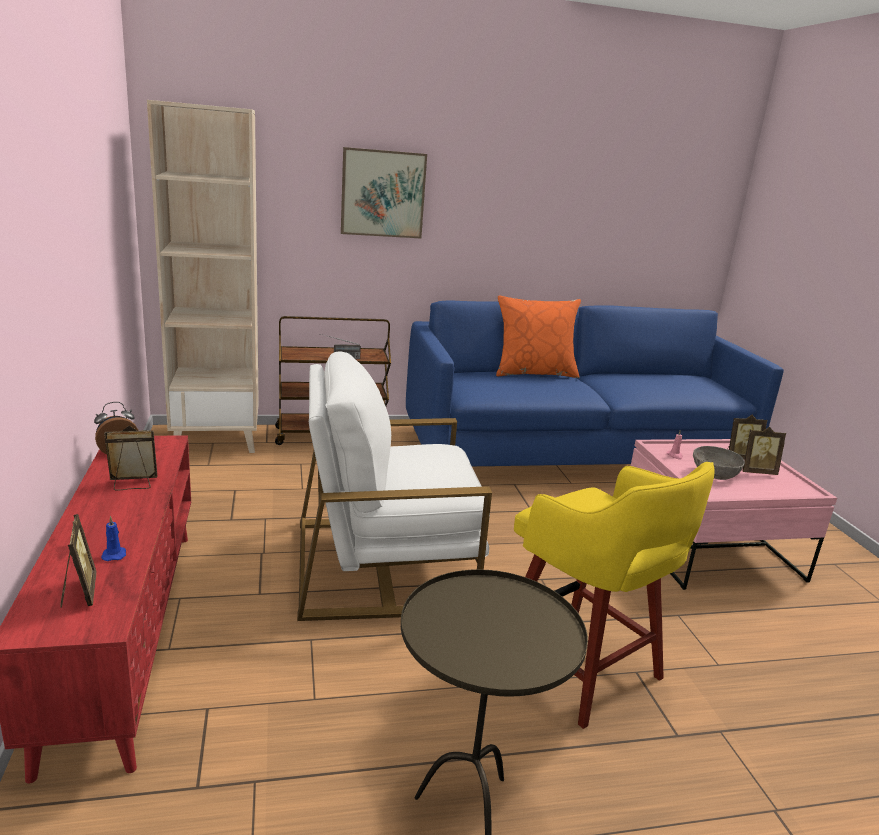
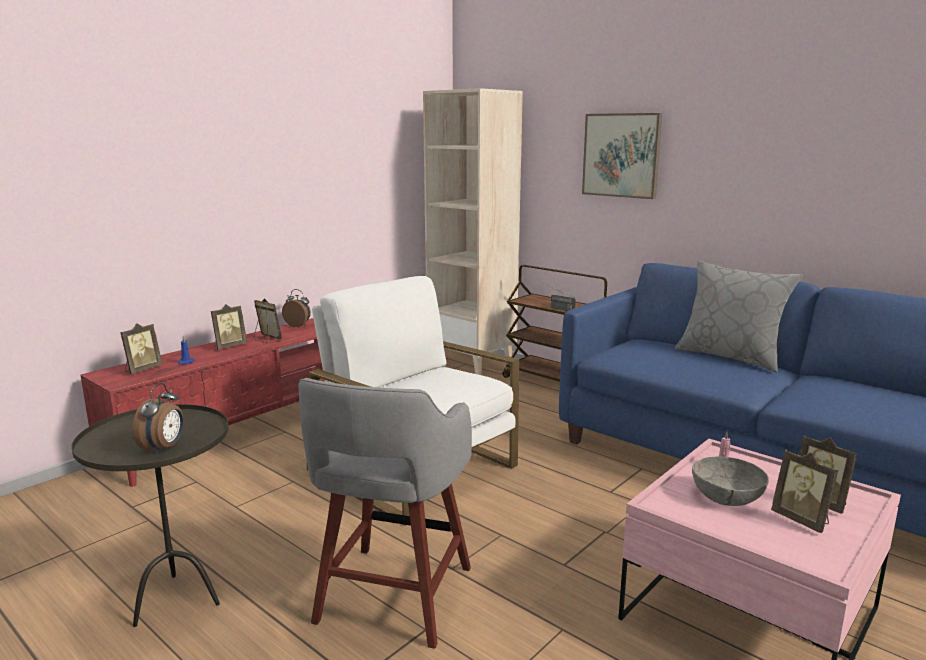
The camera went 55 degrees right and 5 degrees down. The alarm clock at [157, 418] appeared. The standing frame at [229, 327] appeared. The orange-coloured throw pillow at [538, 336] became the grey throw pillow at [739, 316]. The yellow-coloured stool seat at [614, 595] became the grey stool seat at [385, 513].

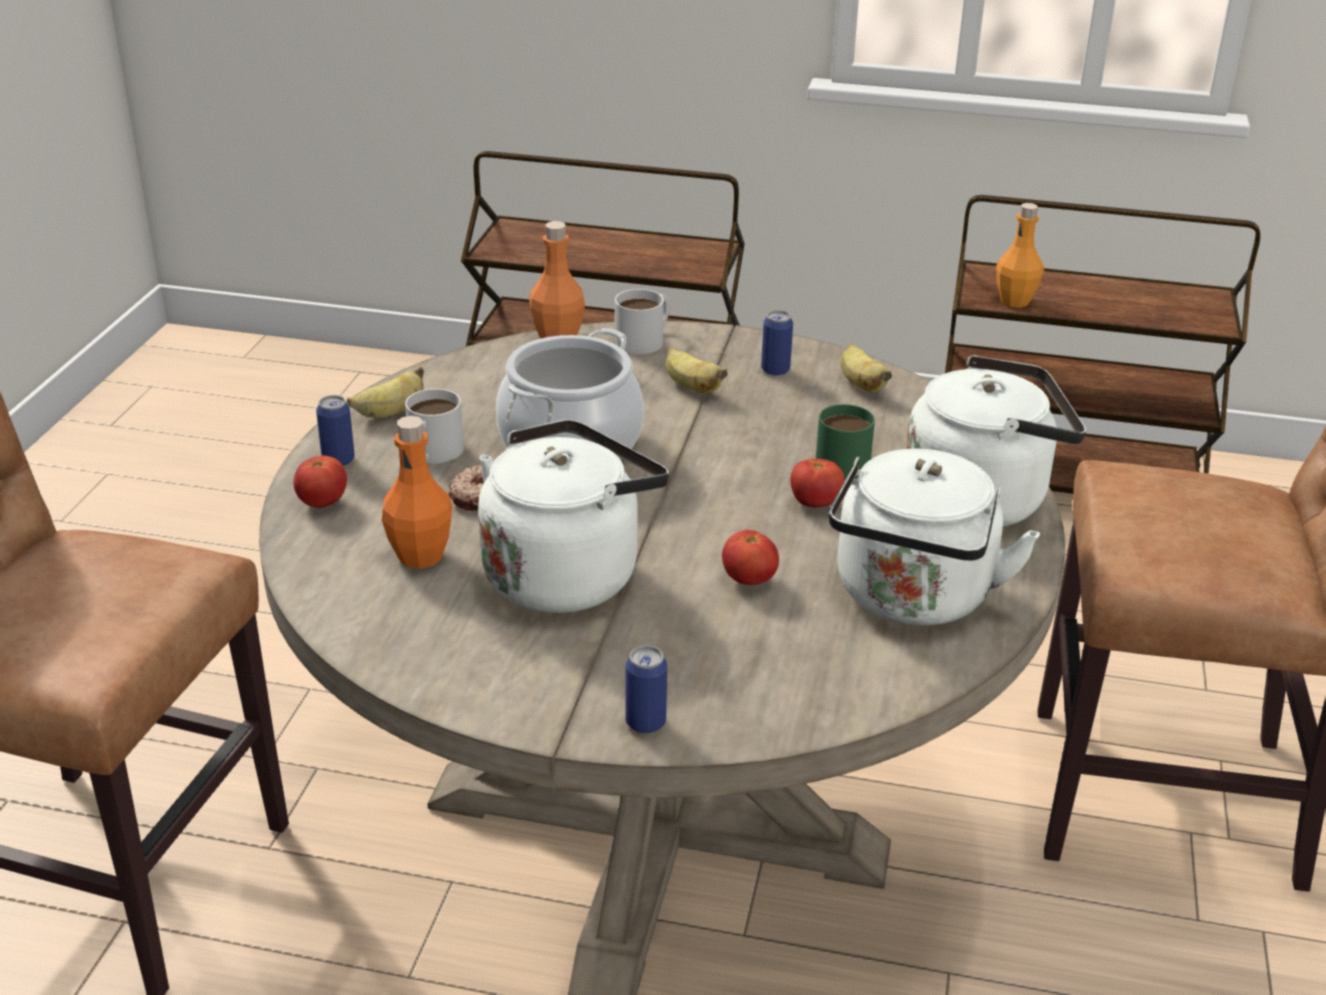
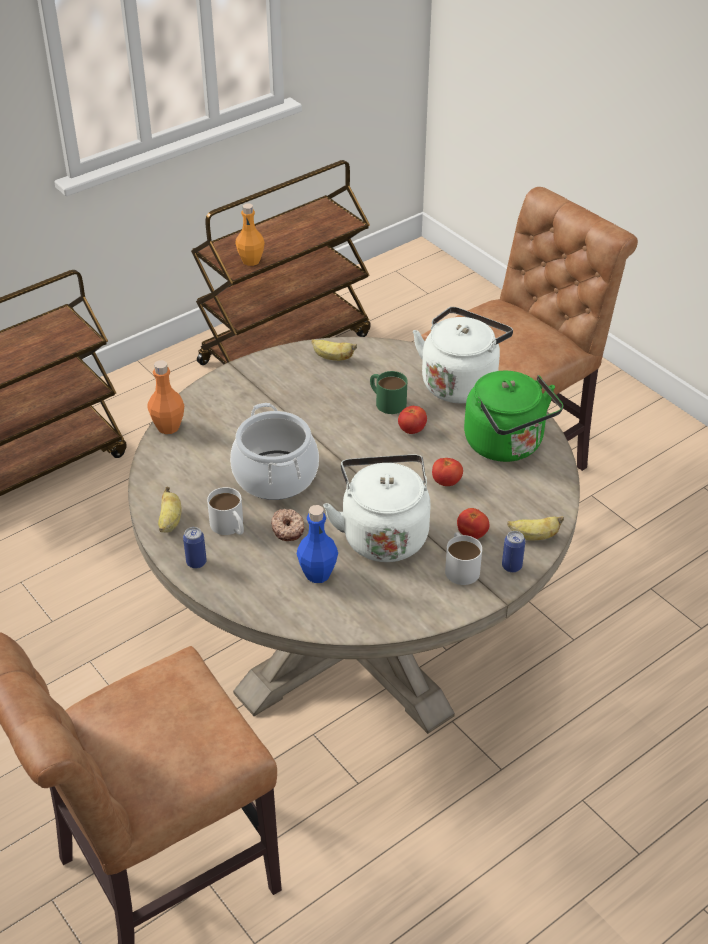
The camera went 50 degrees left and 10 degrees up. The metal can at [777, 343] disappeared. The whole tomato moved from [320, 481] to [473, 523]. The whitish tea mug moved from [642, 321] to [463, 558]. The banana moved from [697, 370] to [535, 528]. The orange-coloured drink bottle at [417, 492] became the blue drink bottle at [317, 544]. The whitish tea kettle at [934, 537] became the green-coloured tea kettle at [513, 416].

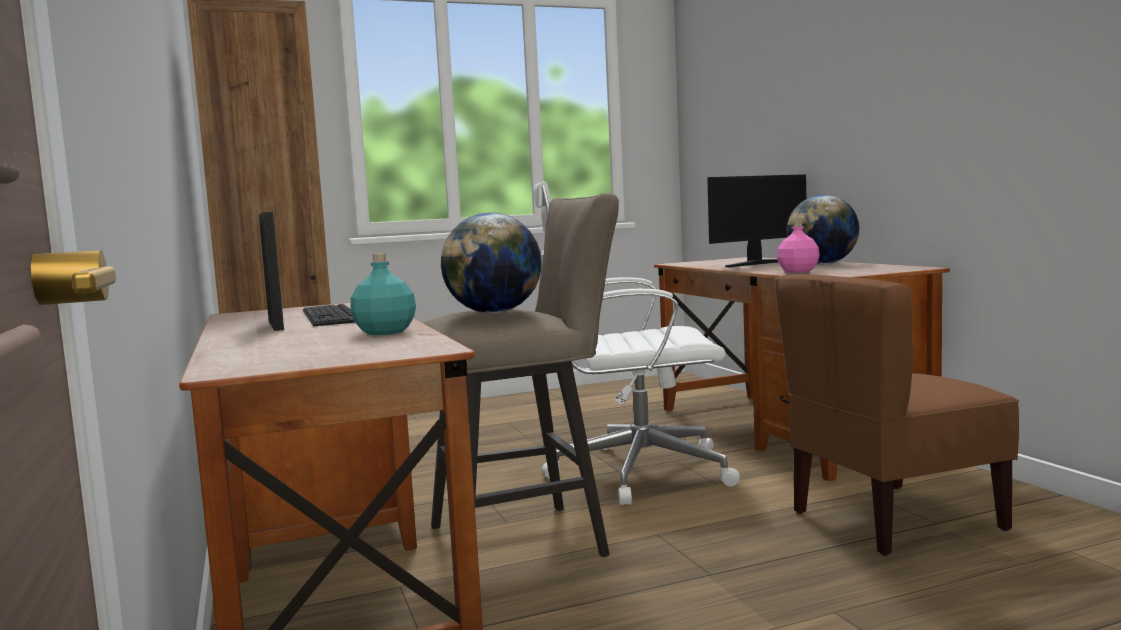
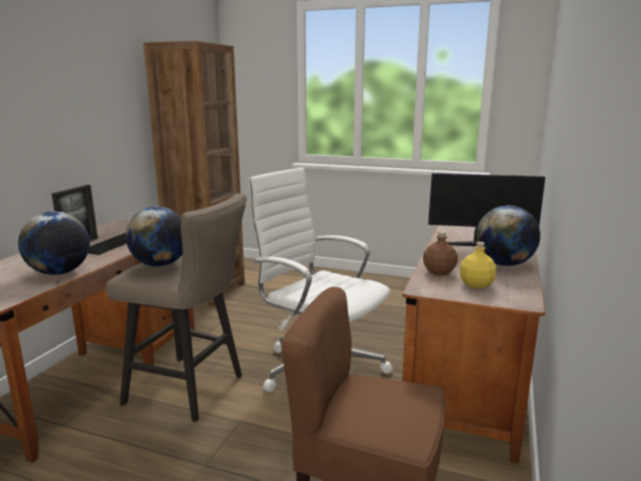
The camera went 40 degrees right and 10 degrees up. The yellow-coloured drink bottle at [478, 265] appeared. The turquoise drink bottle at [383, 294] was replaced by the world globe at [54, 243]. The pink drink bottle at [798, 247] became the brownish drink bottle at [440, 253].

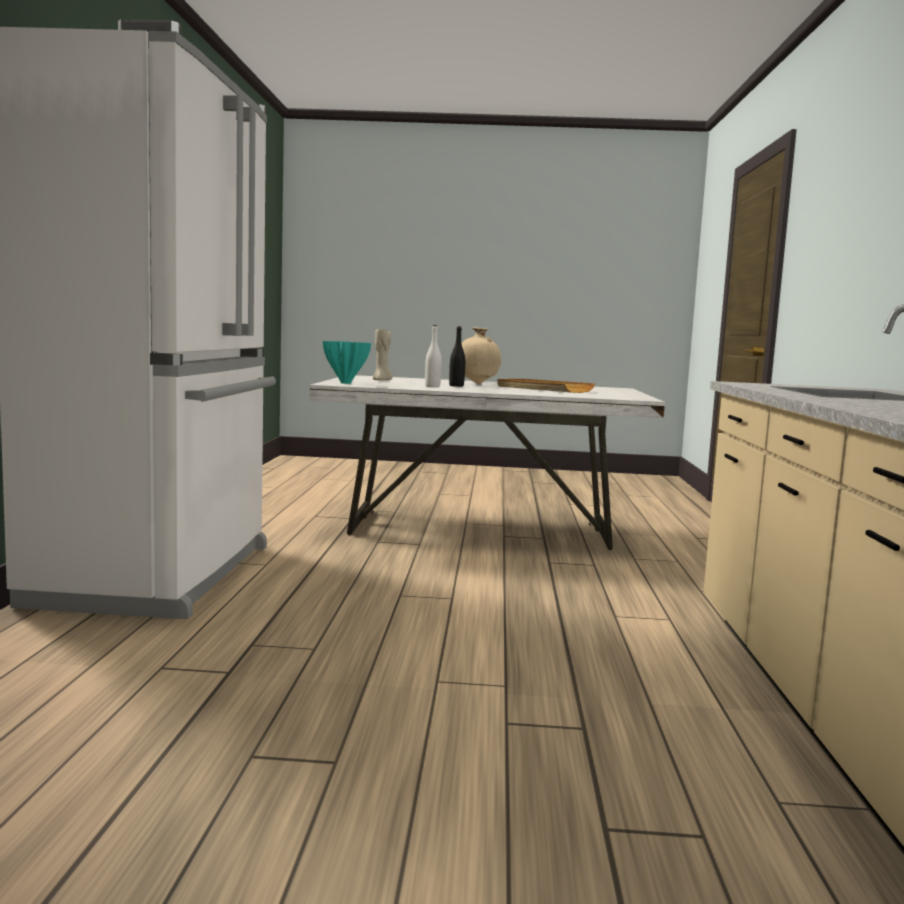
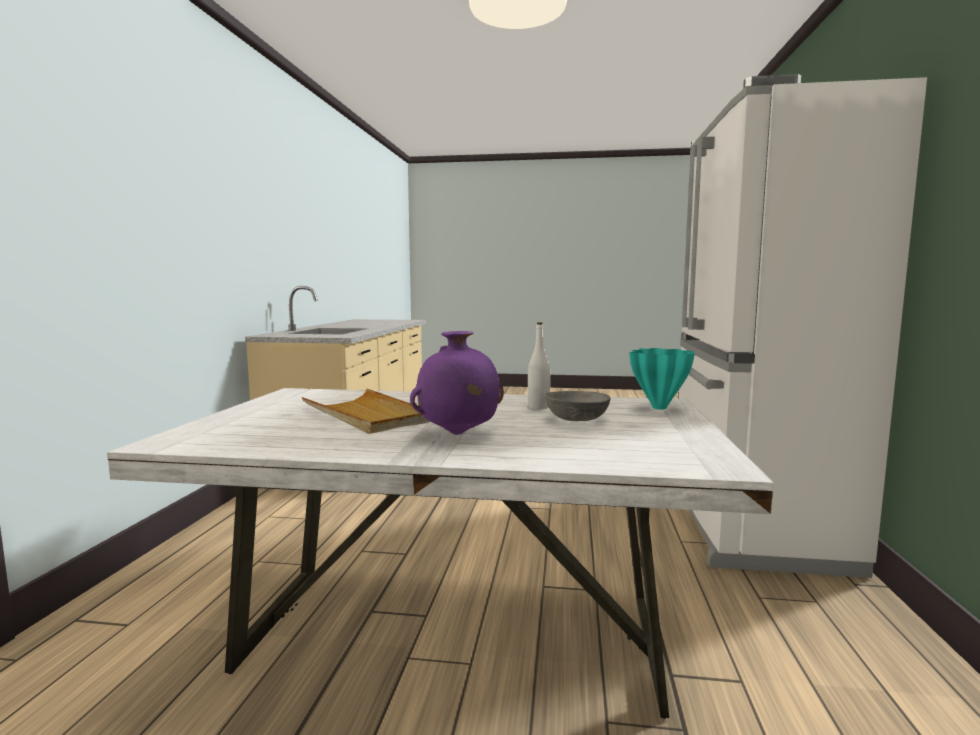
The camera went 175 degrees left and 0 degrees up. The beige-coloured wax light at [383, 354] disappeared. The blackish drink bottle at [457, 356] disappeared. The grey bowl at [577, 406] appeared. The beige-coloured decorative vase at [481, 355] became the purple decorative vase at [457, 383].

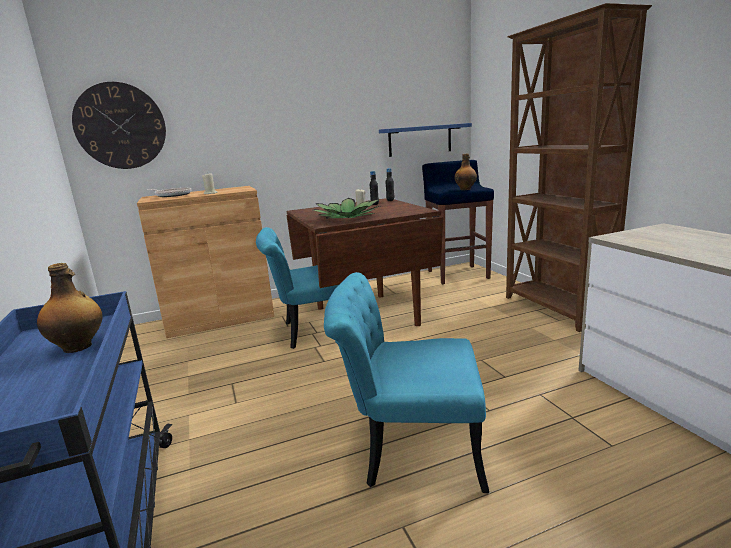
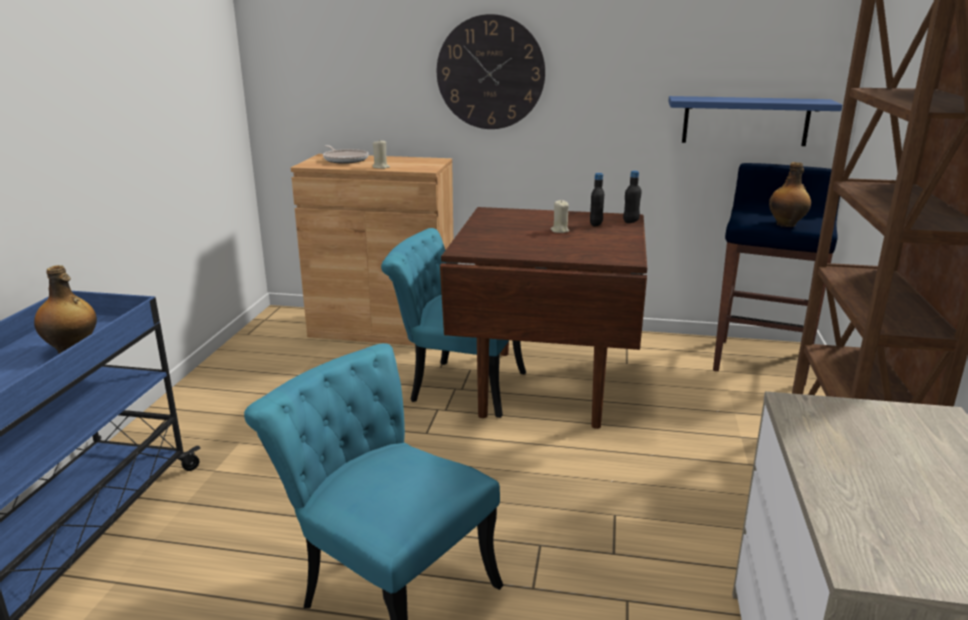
The camera went 30 degrees right and 5 degrees up. The houseplant at [346, 208] disappeared. The clock on the wall moved from [119, 125] to [491, 71].

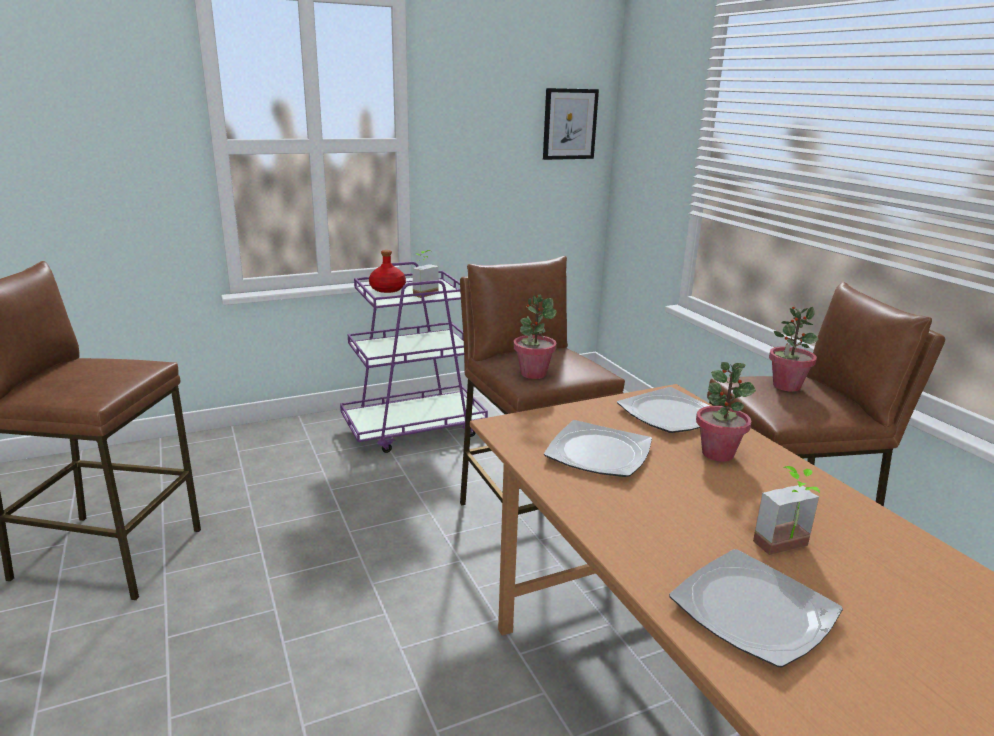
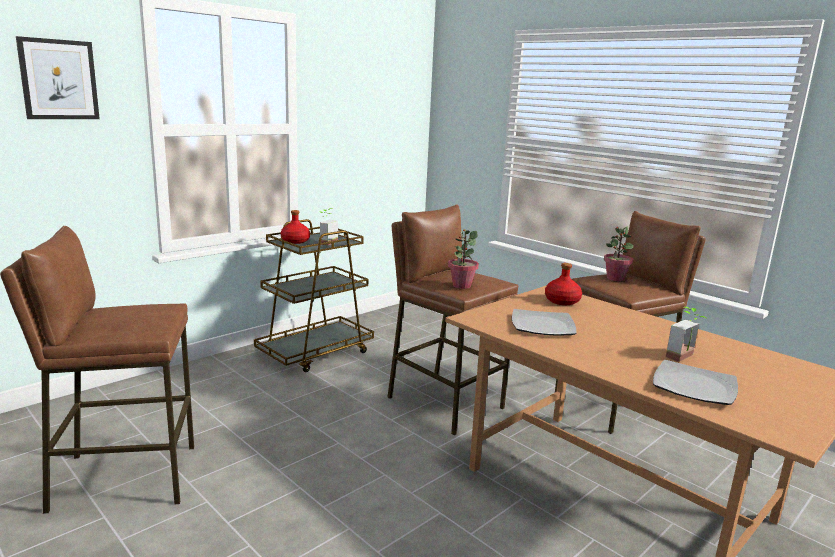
The camera went 20 degrees left and 5 degrees down. The houseplant at [726, 412] disappeared. The wall art moved from [571, 124] to [58, 77]. The plate at [663, 410] was replaced by the red drink bottle at [563, 284]. The purple wheeled cart at [414, 357] became the brownish wheeled cart at [314, 295].

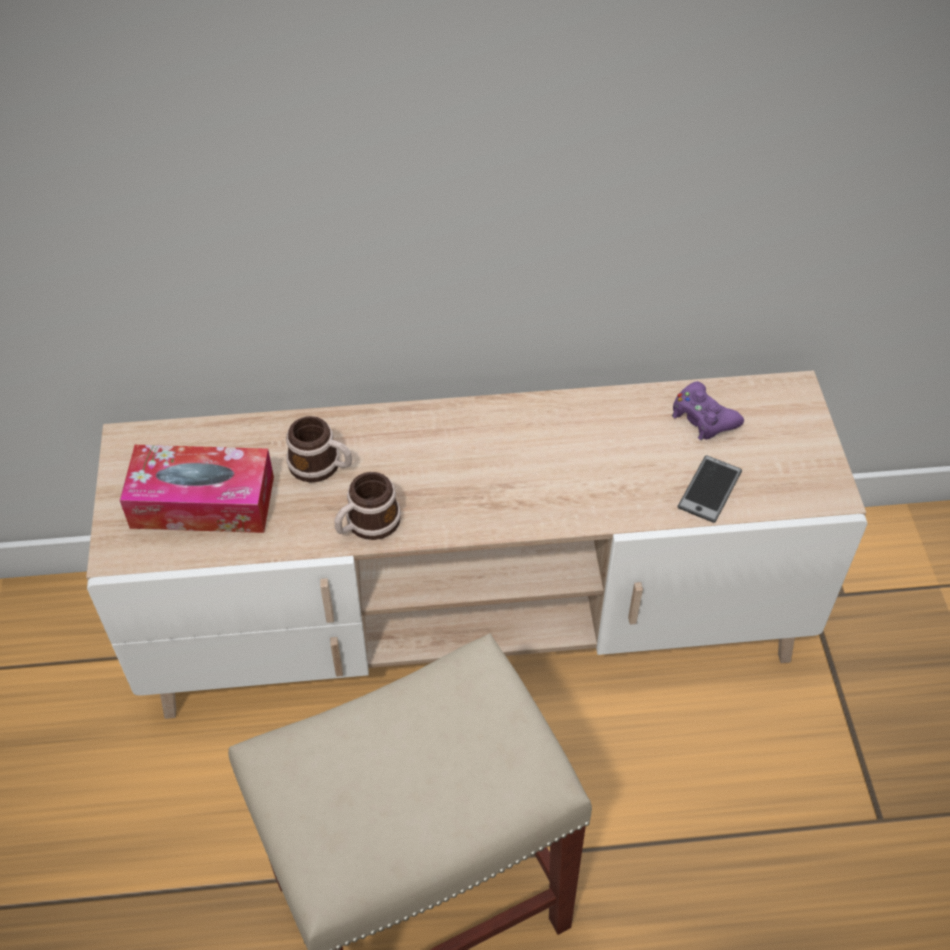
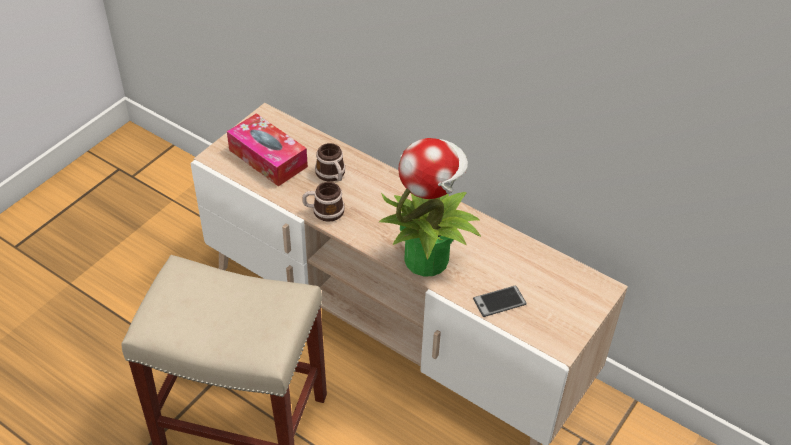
The camera went 40 degrees right and 5 degrees down. The purple joypad at [708, 410] disappeared. The houseplant at [430, 207] appeared.

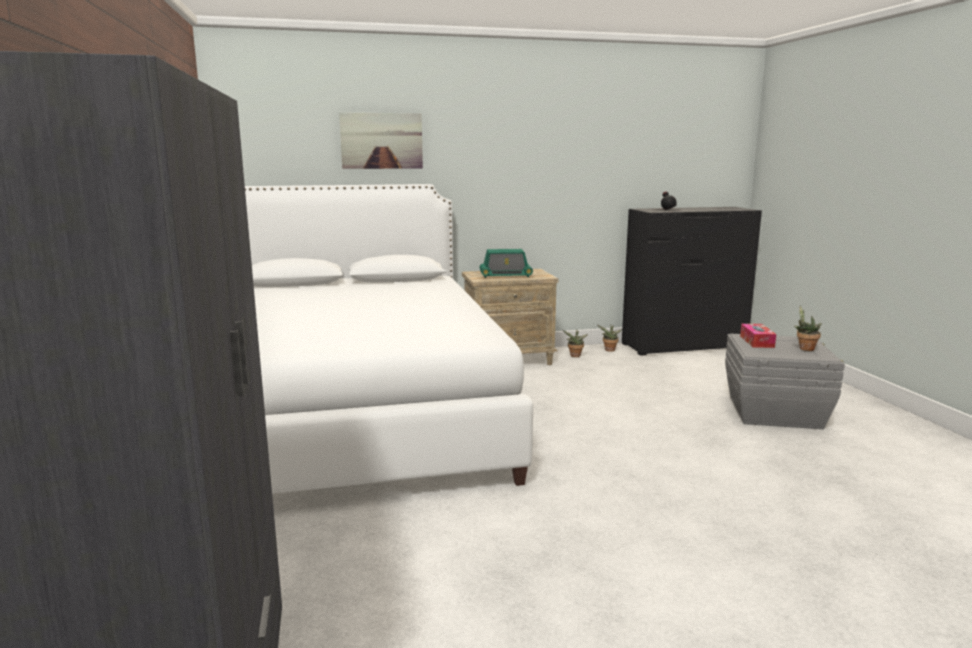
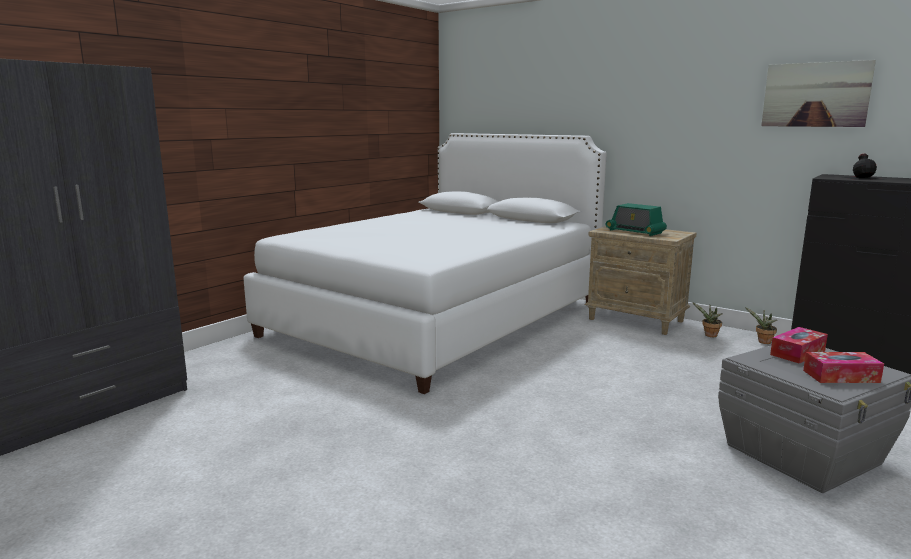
The camera went 50 degrees right and 0 degrees up. The wall art moved from [381, 140] to [818, 93]. The houseplant at [808, 328] was replaced by the box of tissues at [843, 367].

